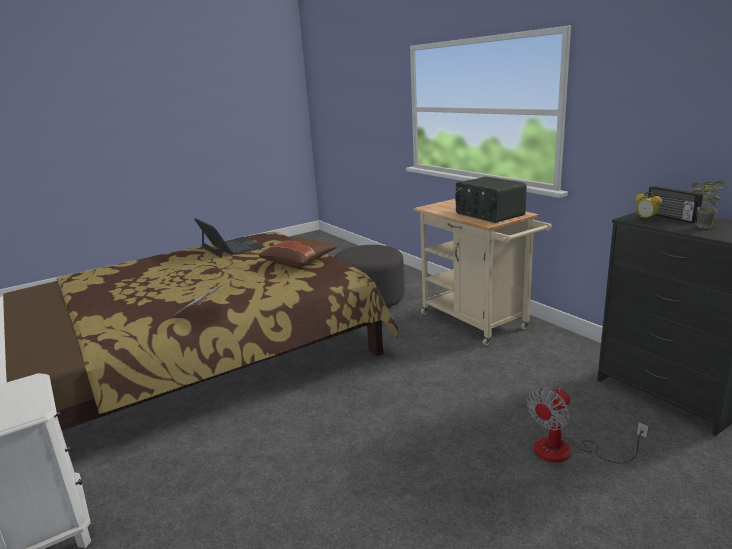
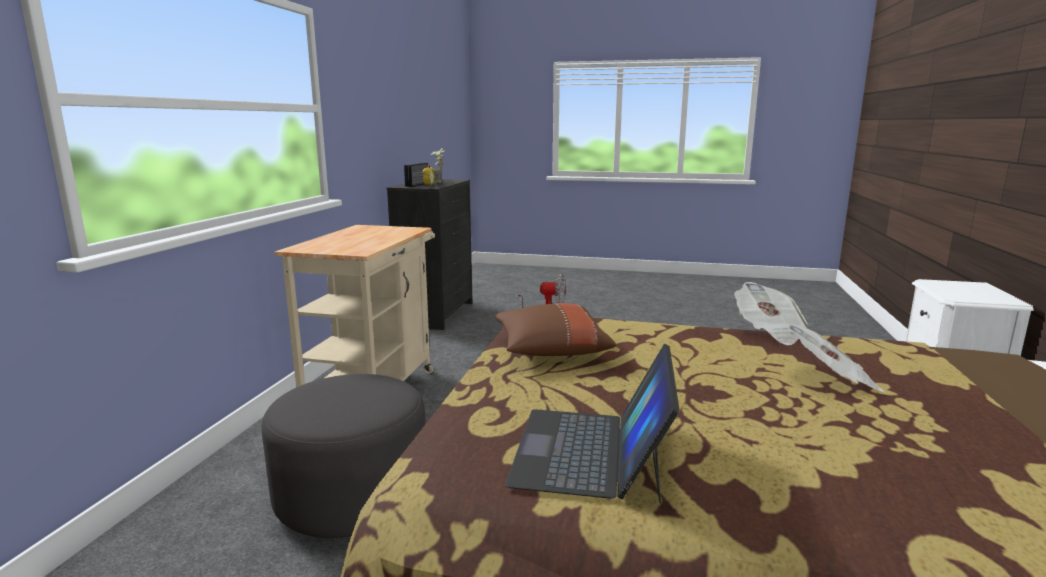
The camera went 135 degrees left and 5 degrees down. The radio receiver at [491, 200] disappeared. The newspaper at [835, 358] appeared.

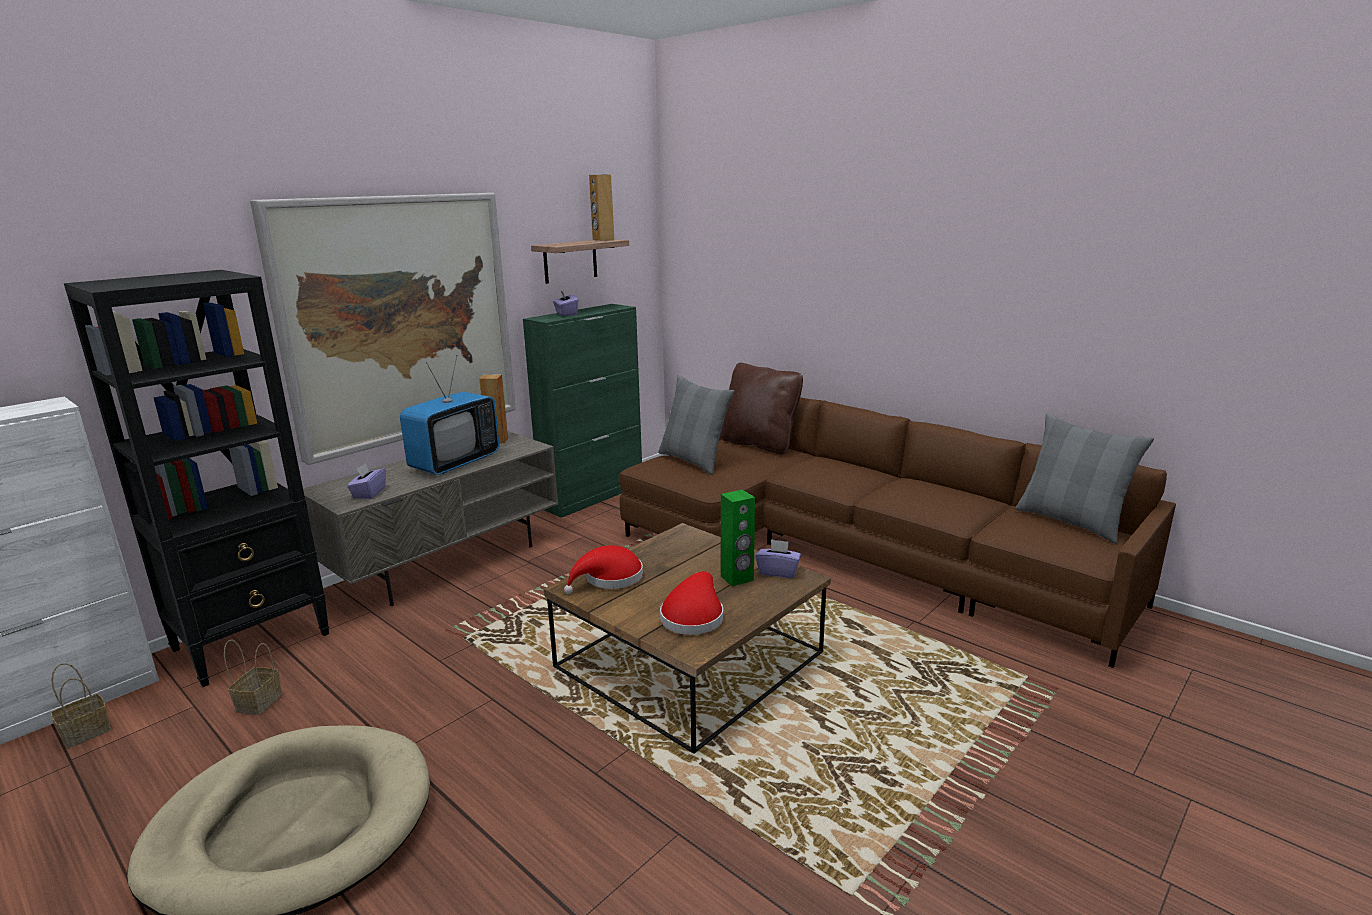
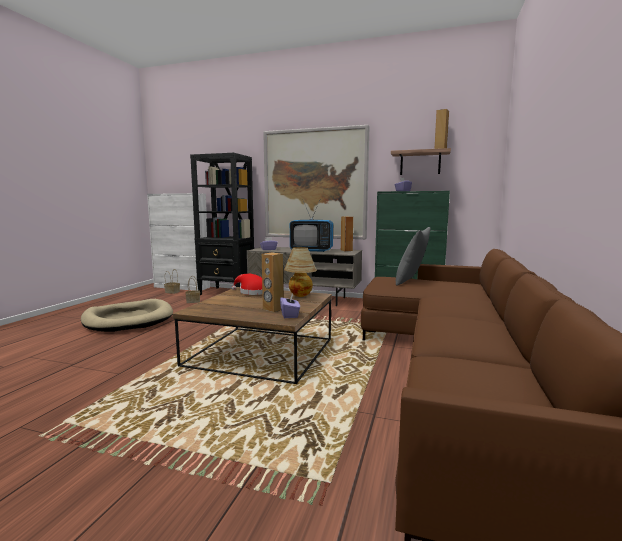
The camera went 65 degrees right and 10 degrees down. The red wearable hat at [691, 603] disappeared. The brownish throw pillow at [762, 408] disappeared. The grey throw pillow at [1084, 478] disappeared. The tabletop lamp at [300, 272] appeared. The green-coloured speaker at [738, 538] became the brownish speaker at [273, 282].

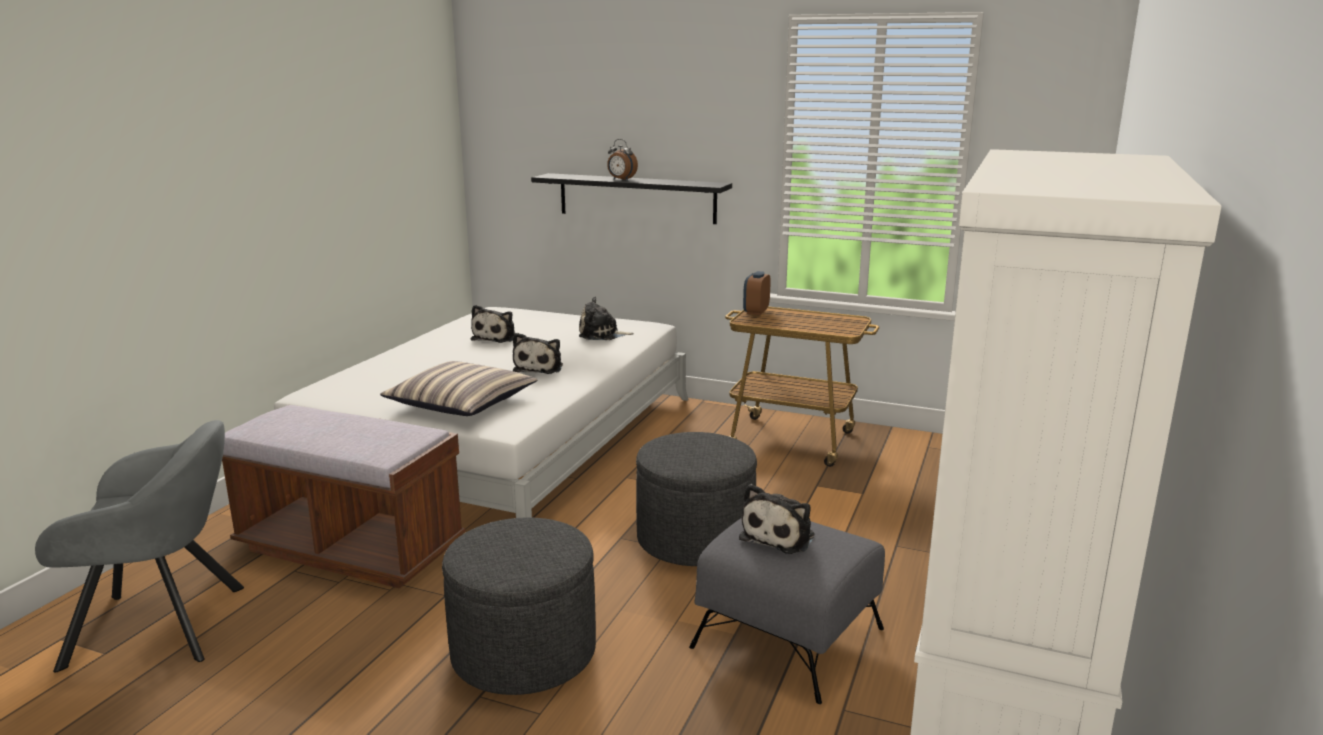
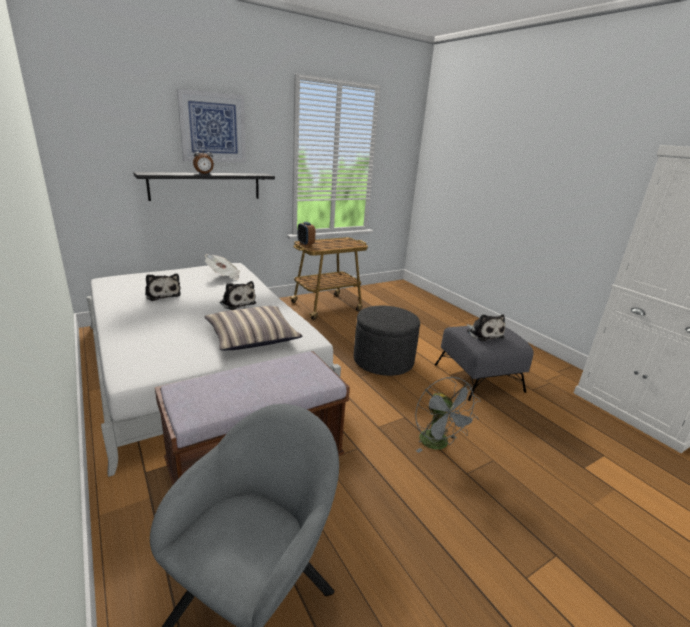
The camera went 55 degrees left and 5 degrees up. The wall art at [211, 126] appeared. The grey footrest at [519, 606] was replaced by the grey fan at [448, 415]. The soft toy at [606, 318] was replaced by the newspaper at [222, 267].

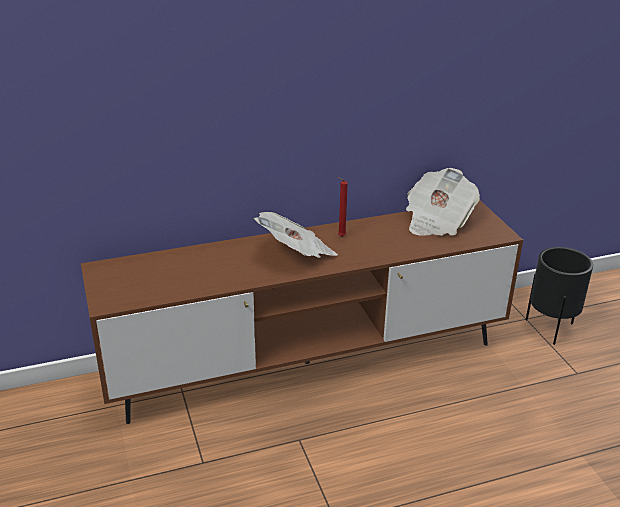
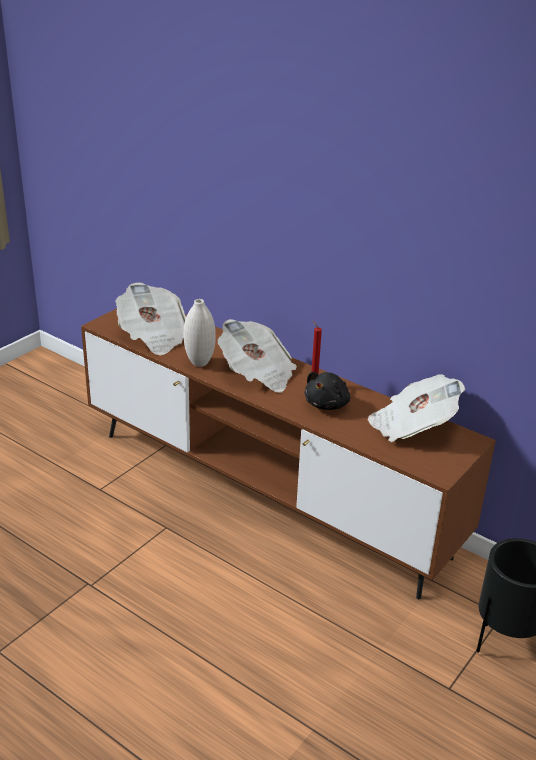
The camera went 55 degrees right and 0 degrees up. The newspaper at [150, 318] appeared. The whitish decorative vase at [200, 333] appeared. The blackish soft toy at [327, 391] appeared.

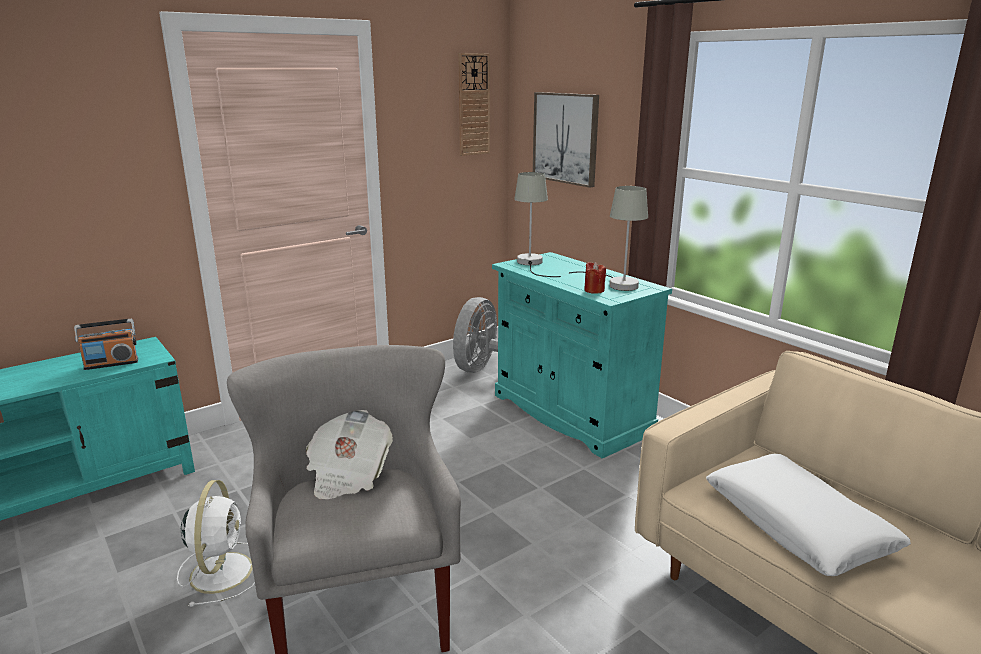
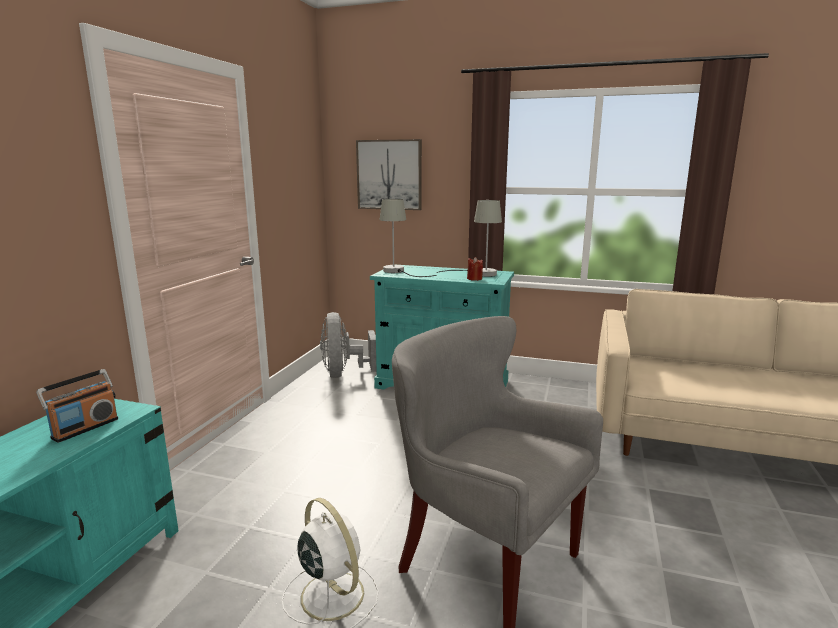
The camera went 35 degrees left and 5 degrees down. The newspaper at [349, 454] disappeared. The clock on the wall at [474, 104] disappeared. The whitish throw pillow at [808, 515] disappeared.

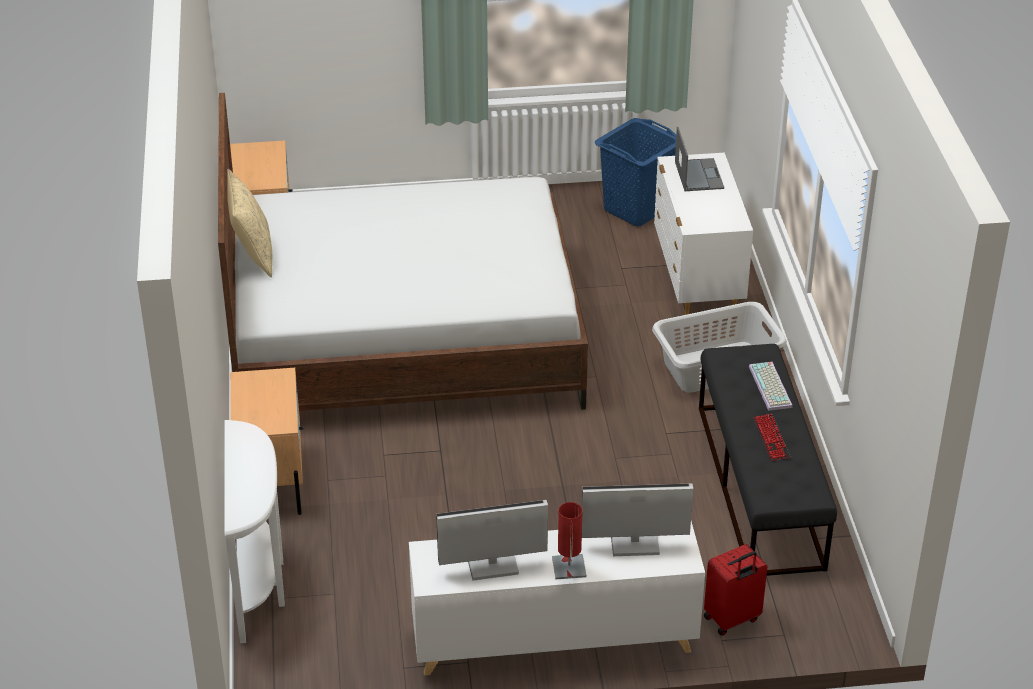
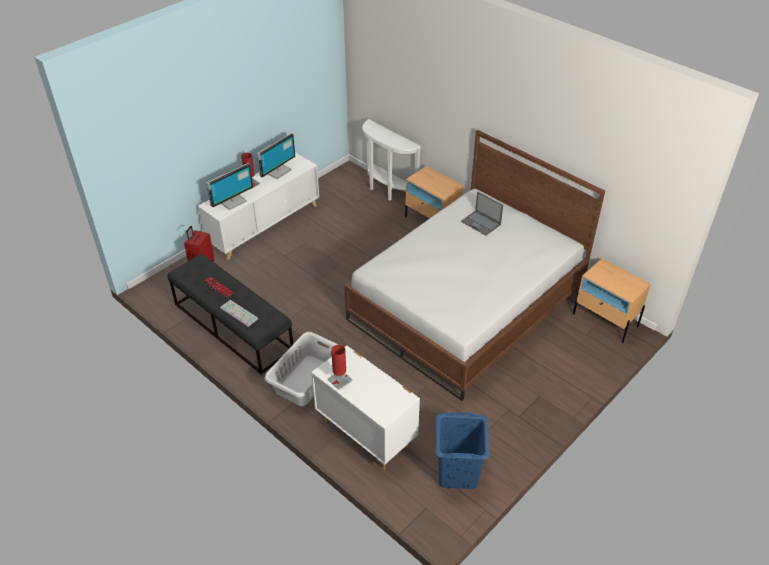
The camera went 140 degrees right and 5 degrees up. The beige-coloured throw pillow at [249, 223] disappeared. The red tabletop lamp at [340, 367] appeared. The notebook computer moved from [699, 159] to [482, 214].

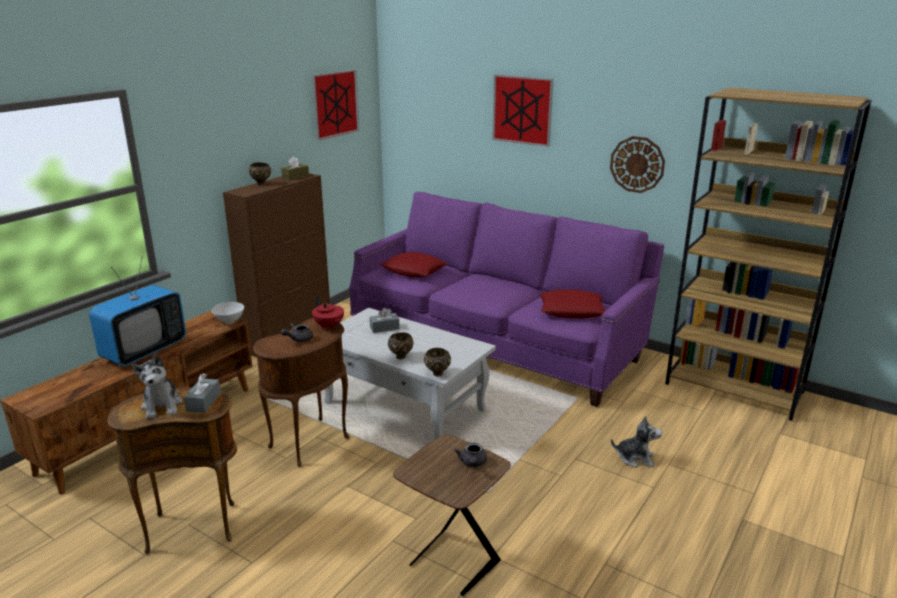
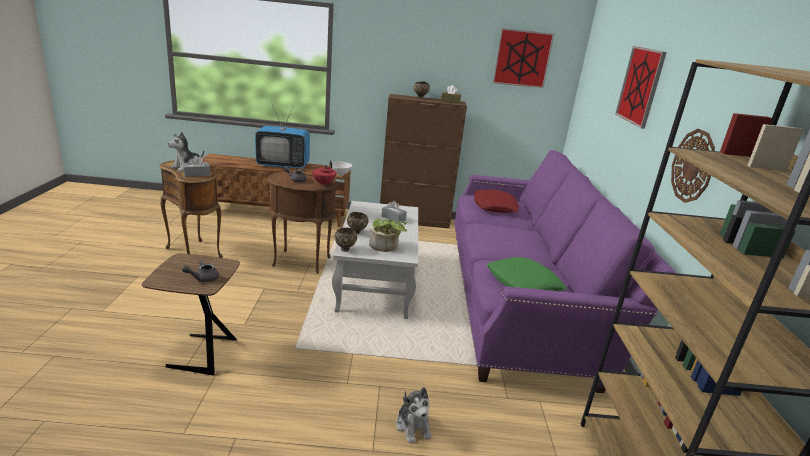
The camera went 55 degrees right and 0 degrees up. The houseplant at [388, 235] appeared. The red throw pillow at [572, 304] became the green-coloured throw pillow at [527, 274].

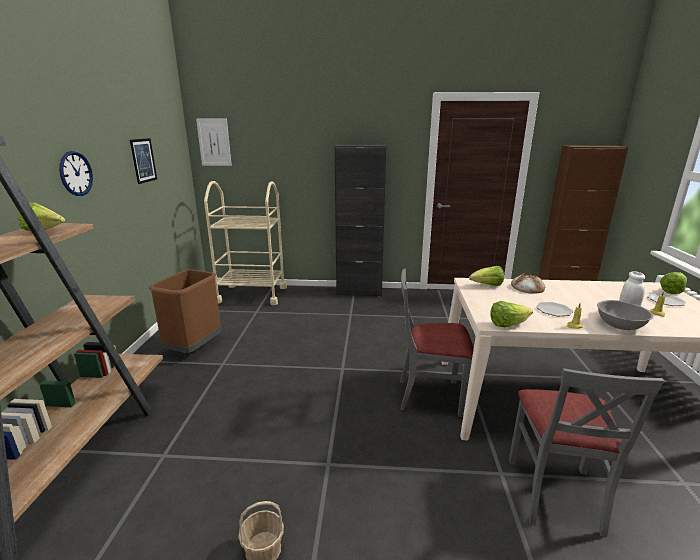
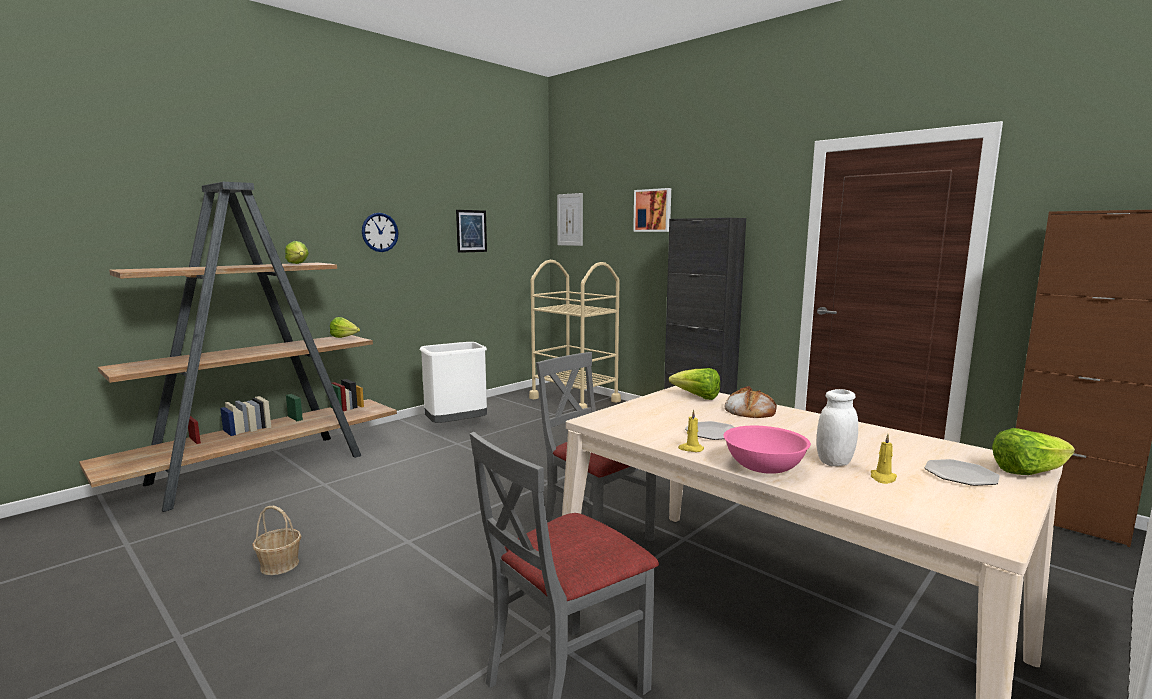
The camera went 40 degrees right and 10 degrees down. The wall art at [652, 210] appeared. The lettuce head moved from [511, 314] to [345, 327]. The brownish waste bin at [185, 311] became the whitish waste bin at [453, 382]. The grey bowl at [625, 315] became the pink bowl at [767, 450].

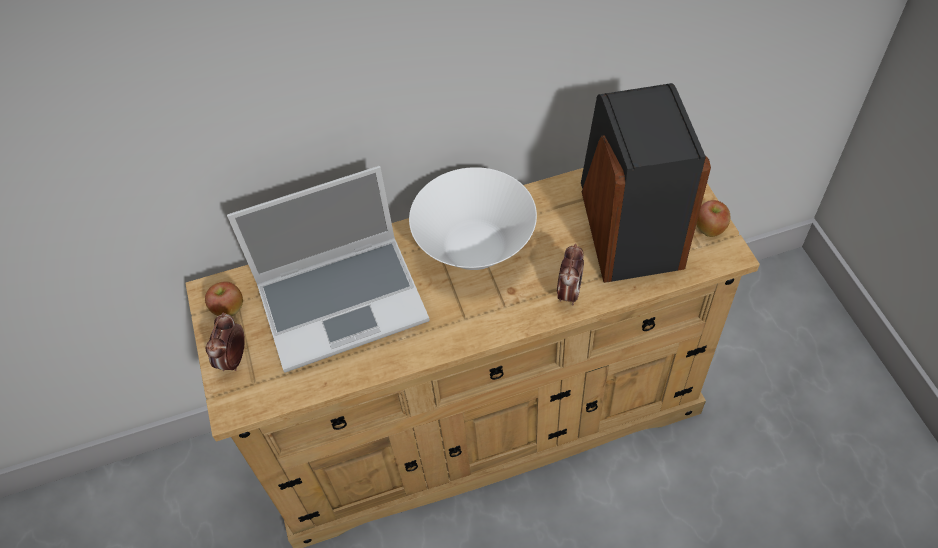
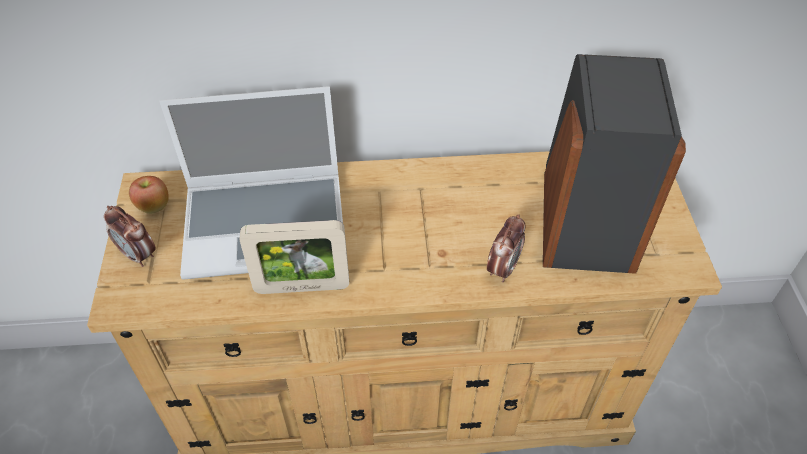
The camera went 10 degrees right and 5 degrees down. The whitish bowl at [473, 218] disappeared. The apple fruit at [713, 218] disappeared. The standing frame at [294, 257] appeared. The alarm clock at [225, 342] turned 75 degrees counterclockwise.

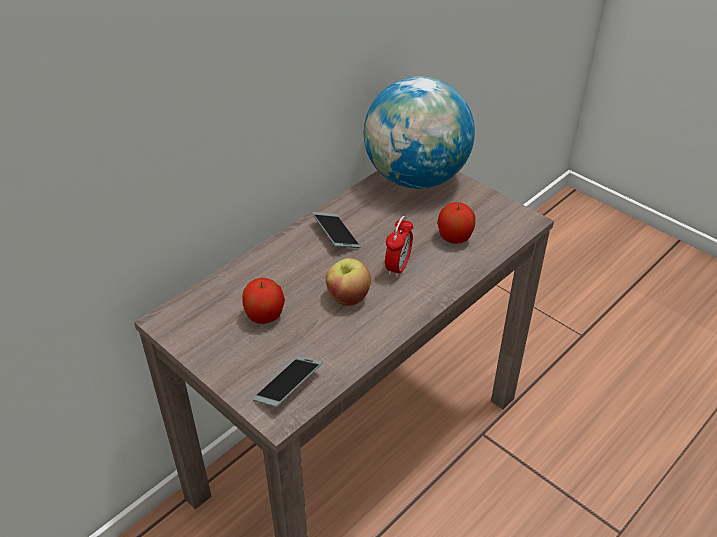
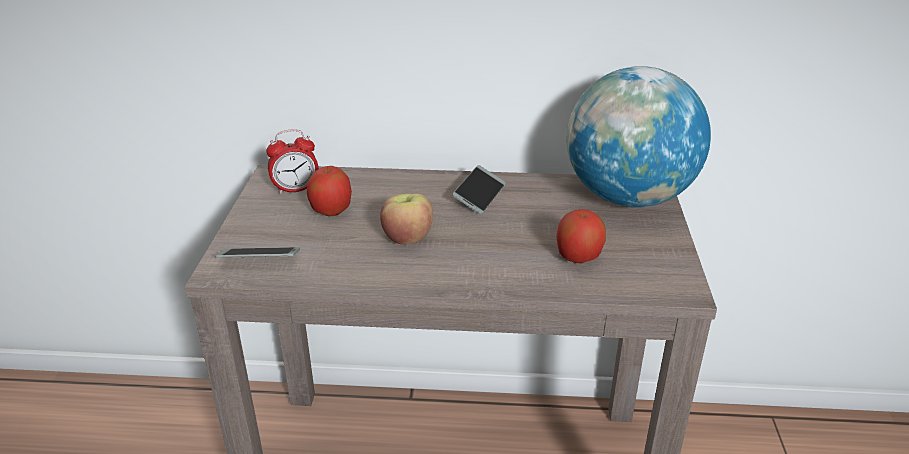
The camera went 50 degrees right and 10 degrees down. The alarm clock moved from [399, 247] to [292, 161].

